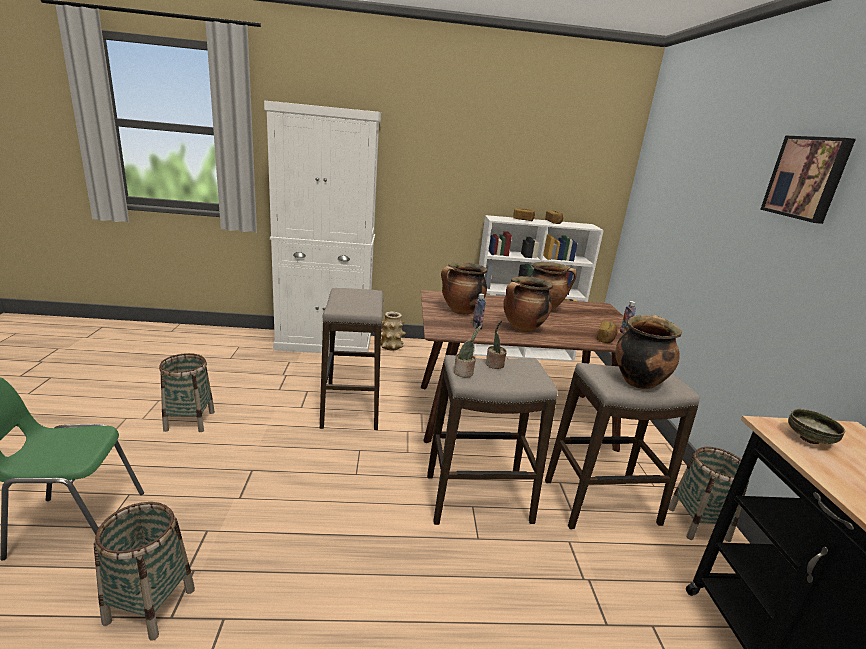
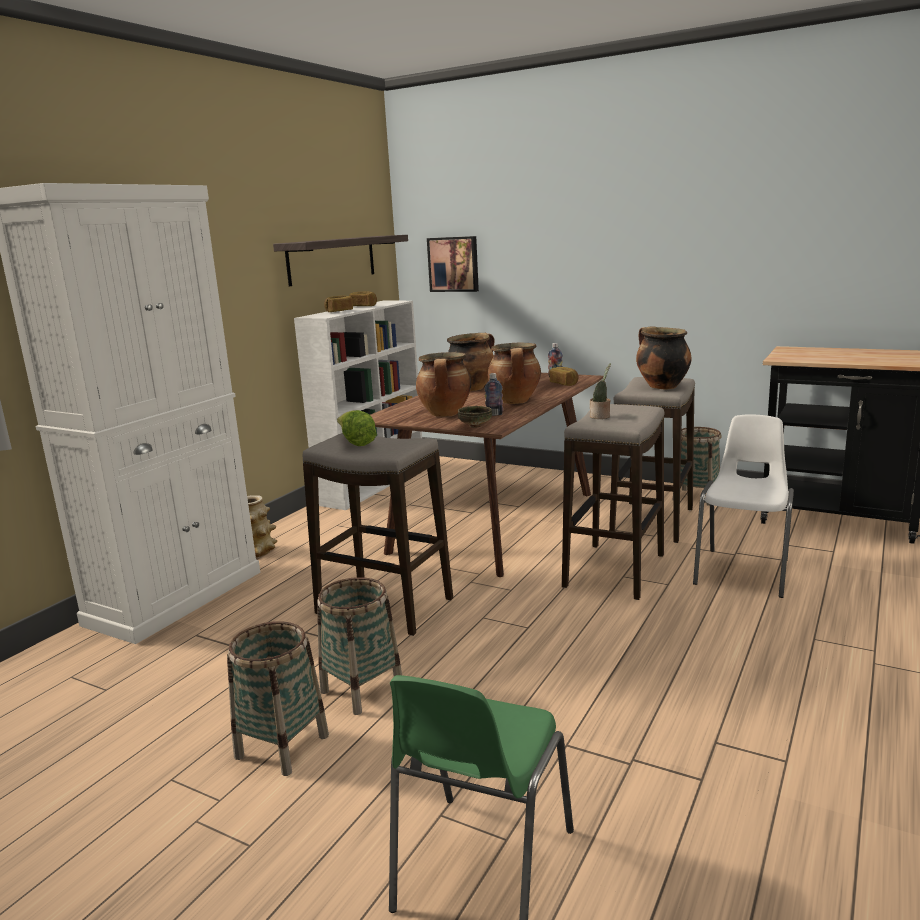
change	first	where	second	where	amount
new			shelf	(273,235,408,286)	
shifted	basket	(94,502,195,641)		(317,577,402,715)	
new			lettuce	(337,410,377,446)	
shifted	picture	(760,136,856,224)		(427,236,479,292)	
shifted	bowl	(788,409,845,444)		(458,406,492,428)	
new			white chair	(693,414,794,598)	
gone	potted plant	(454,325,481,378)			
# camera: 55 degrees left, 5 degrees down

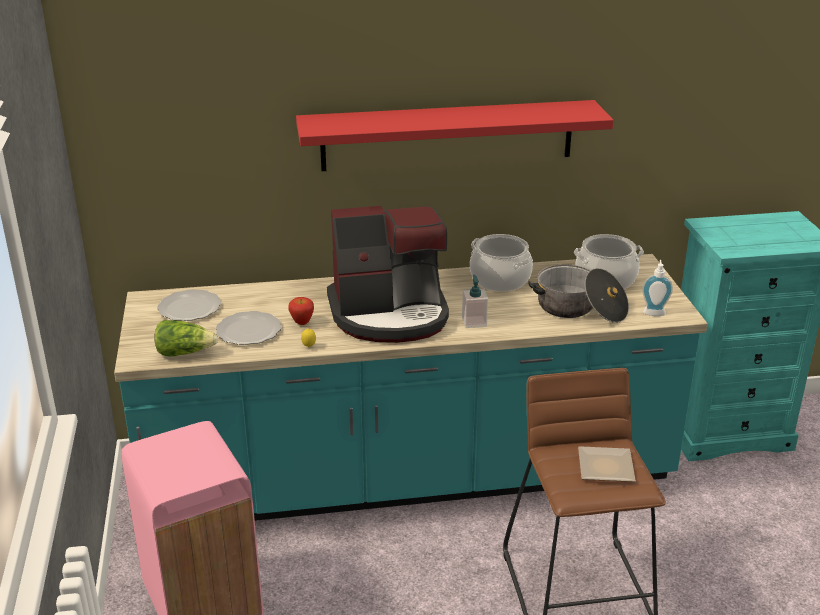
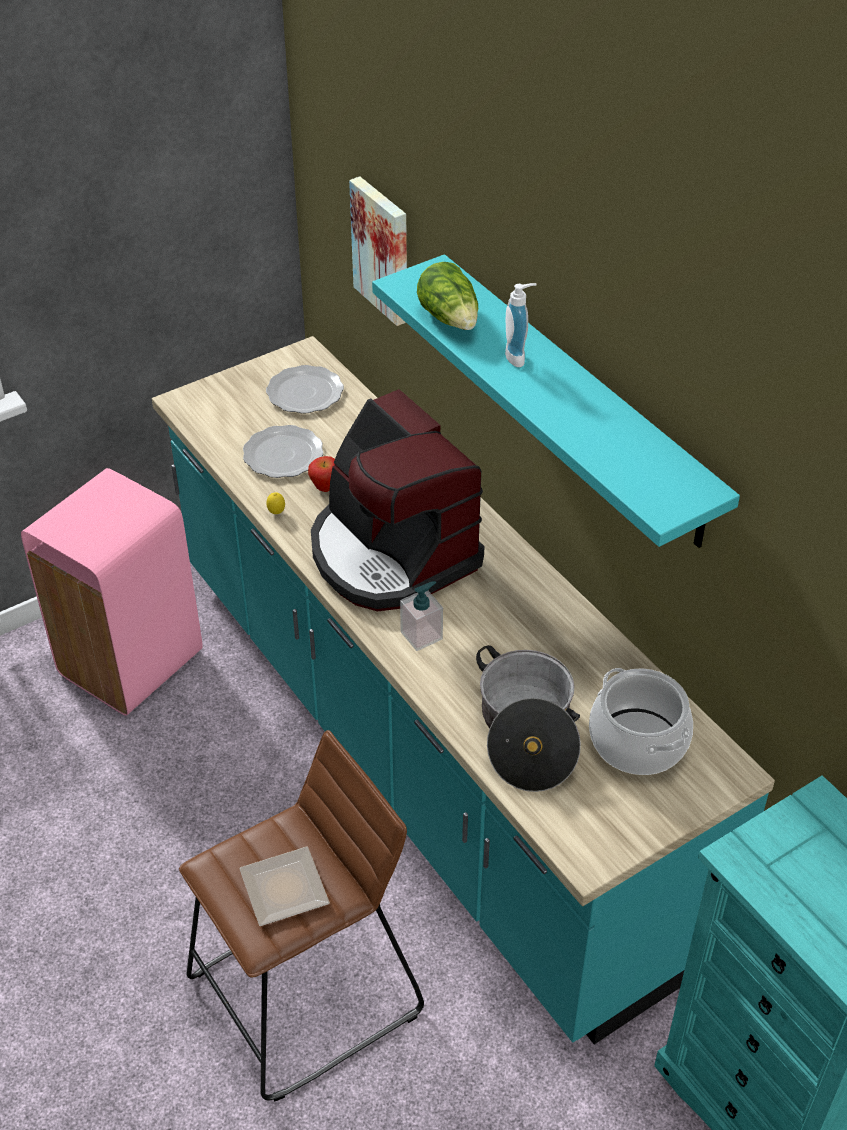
change	first	where	second	where	amount
new			picture	(349,176,407,326)	
repainted	red shelf	(296,100,613,171)	turquoise shelf	(372,254,740,548)	
shifted	lettuce	(154,320,218,356)		(417,262,478,330)	
shifted	soap dispenser	(642,260,673,316)		(505,283,537,367)	
gone	cooking pot	(470,234,533,291)			
# camera: 65 degrees right, 15 degrees up

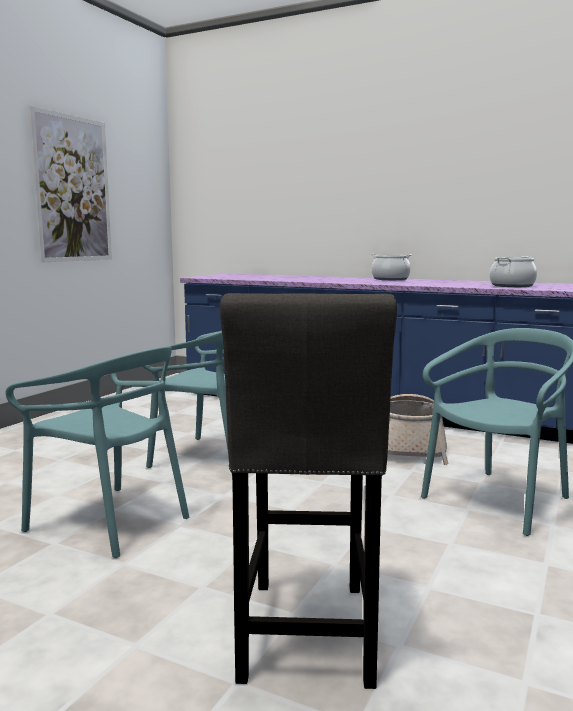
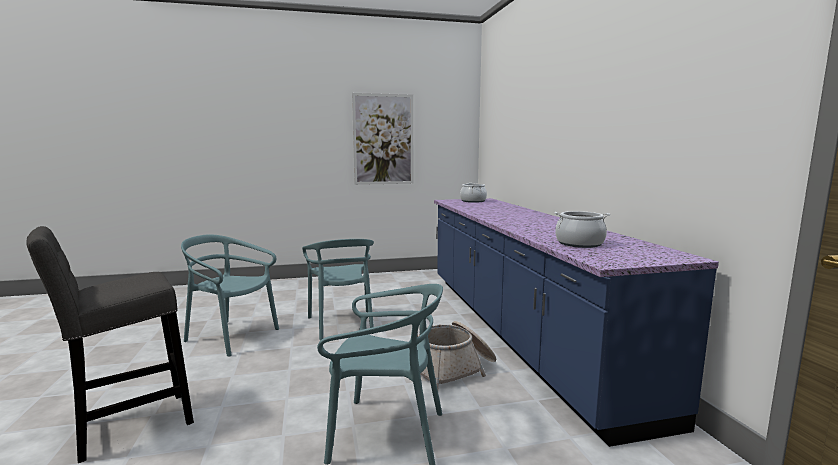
change	first	where	second	where	amount
rotated	turquoise chair	(5,347,189,558)		(181,235,279,357)	120 degrees clockwise
shifted	cooking pot	(371,254,412,280)		(460,183,487,203)	
# camera: 50 degrees right, 0 degrees up

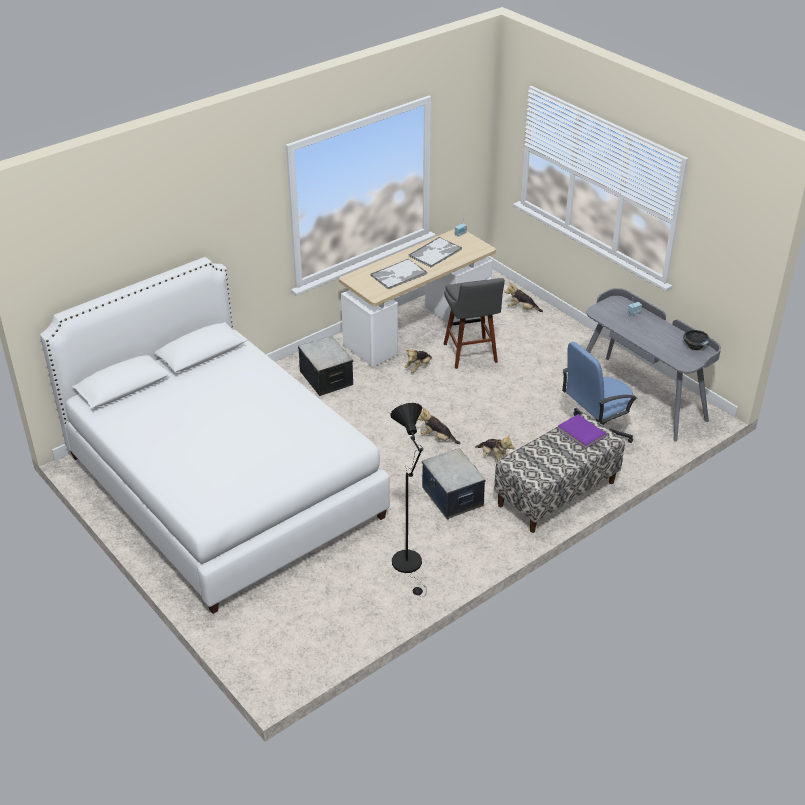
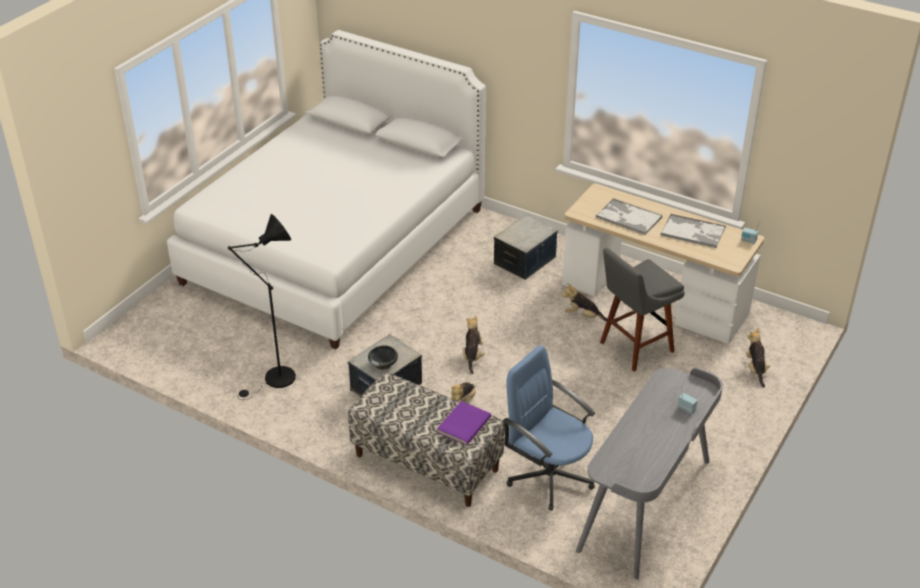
change	first	where	second	where	amount
shifted	black bowl	(684,330,710,350)		(368,345,398,370)	
# camera: 70 degrees right, 0 degrees up

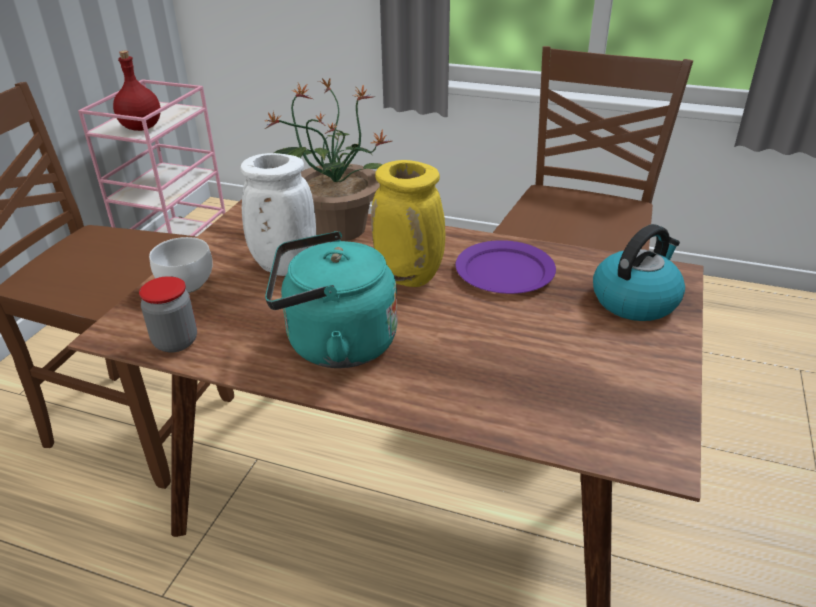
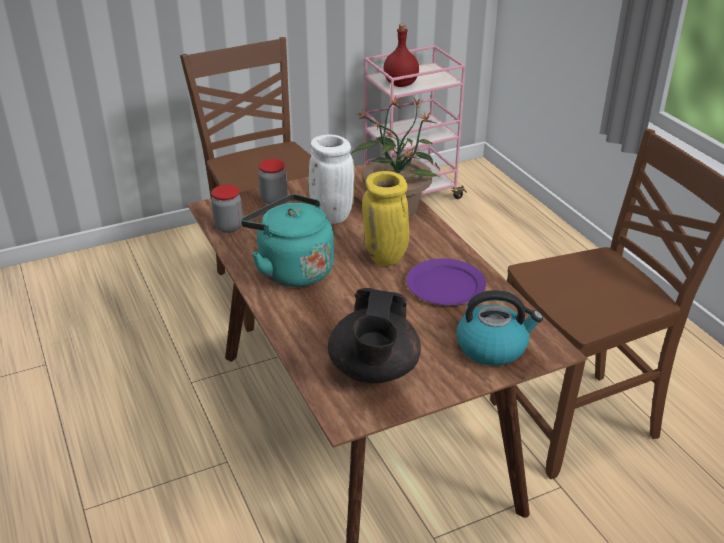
change	first	where	second	where	amount
swapped	white bowl	(149,237,213,293)	jar	(258,159,288,204)	
new			black teapot	(328,288,421,384)	
# camera: 45 degrees right, 0 degrees up

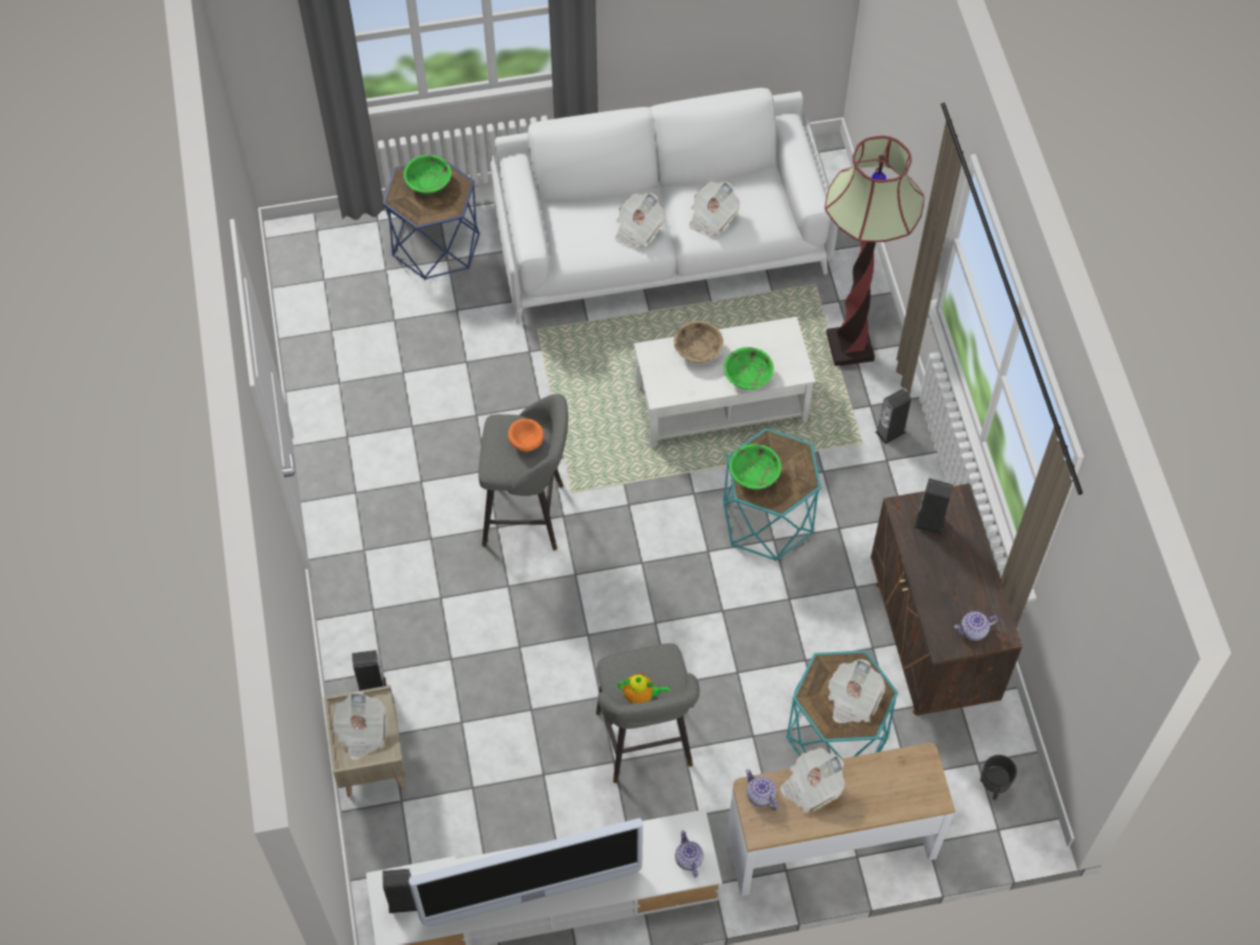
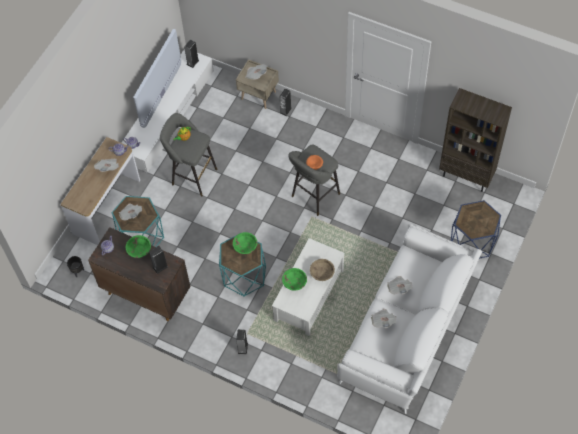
change	first	where	second	where	amount
shifted	green bowl	(404,155,451,194)		(126,235,151,258)	
new			brown bookcase	(439,88,512,192)	
gone	floor lamp	(825,136,925,366)			
# camera: 130 degrees right, 0 degrees up

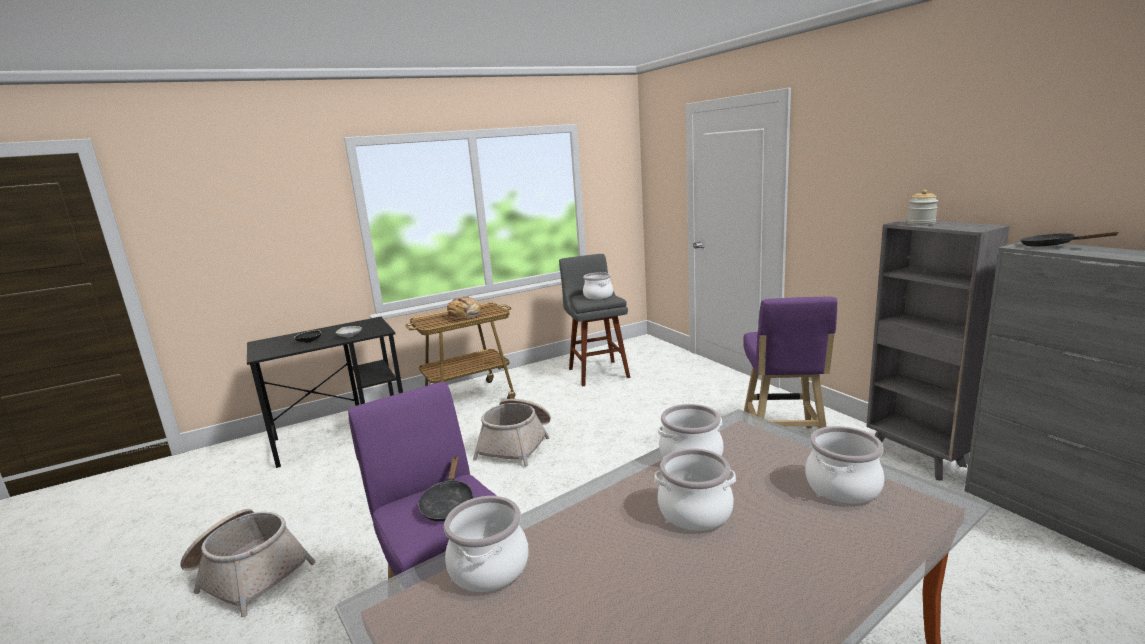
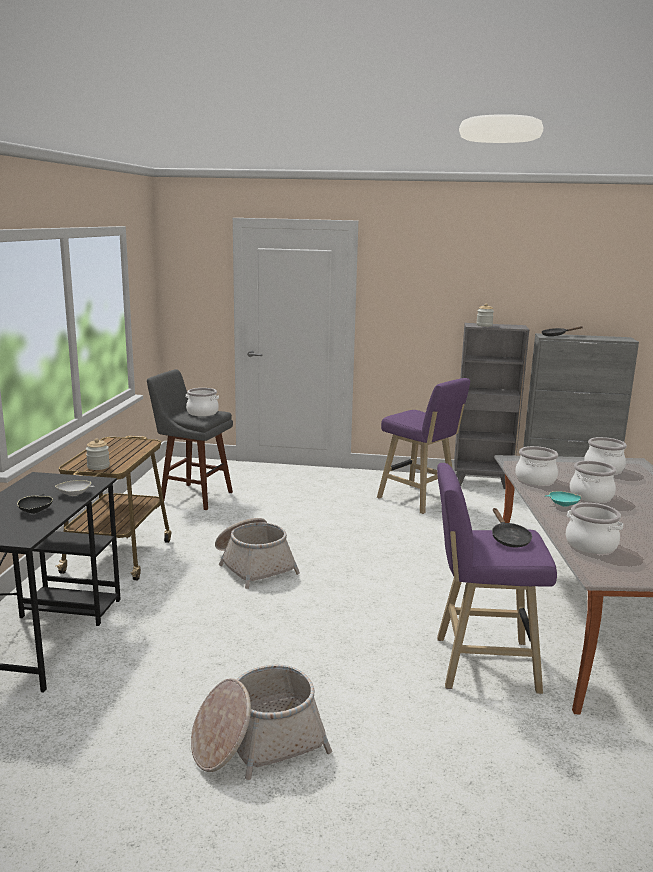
change	first	where	second	where	amount
new			jar	(86,438,110,470)	
rotated	black frying pan	(418,456,474,522)		(492,508,532,547)	45 degrees clockwise
new			turquoise bowl	(545,491,582,507)	
gone	bread	(444,296,481,319)			
# camera: 55 degrees left, 0 degrees up

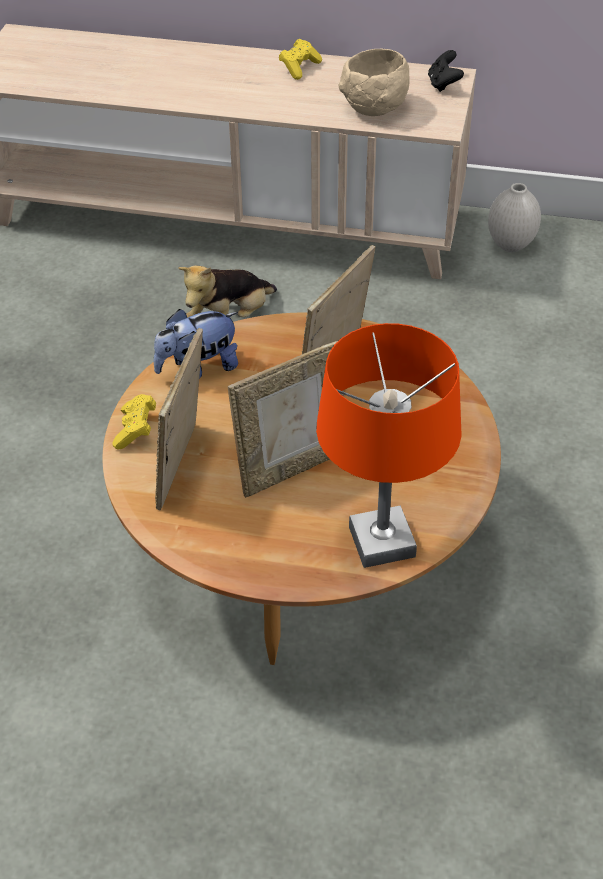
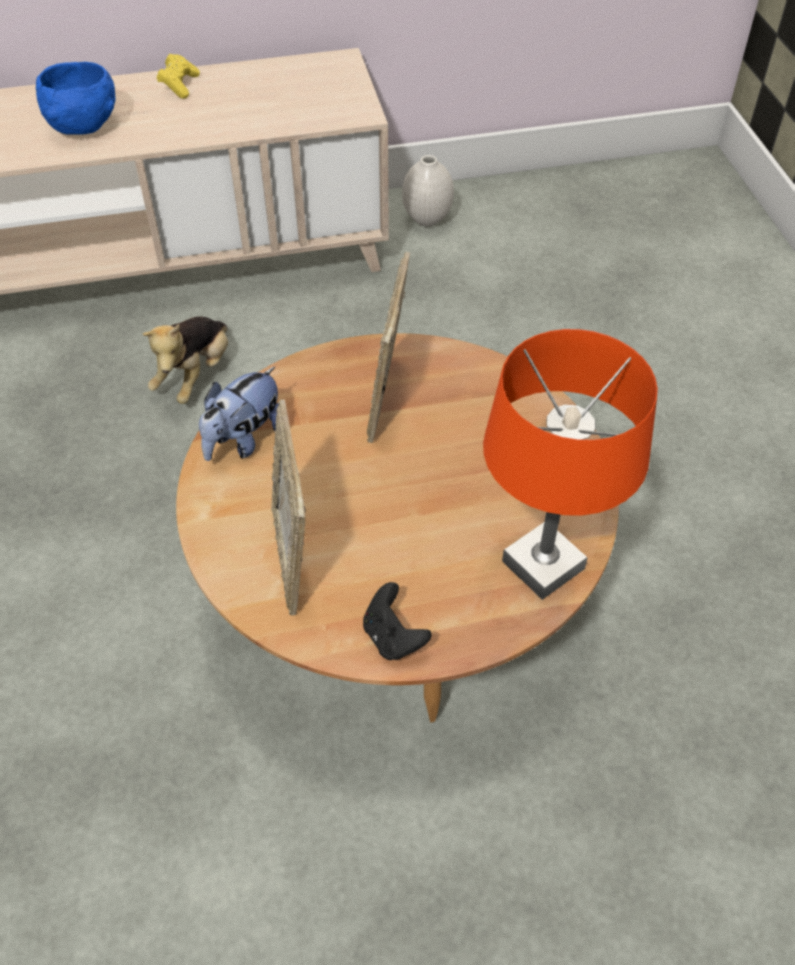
change	first	where	second	where	amount
new			blue bowl	(36,62,116,135)	
shifted	black game controller	(428,50,464,92)		(363,582,432,660)	
gone	yellow game controller	(112,394,156,450)			
gone	picture frame	(228,341,344,498)			
gone	beige bowl	(338,49,410,116)			
# camera: 25 degrees left, 5 degrees up

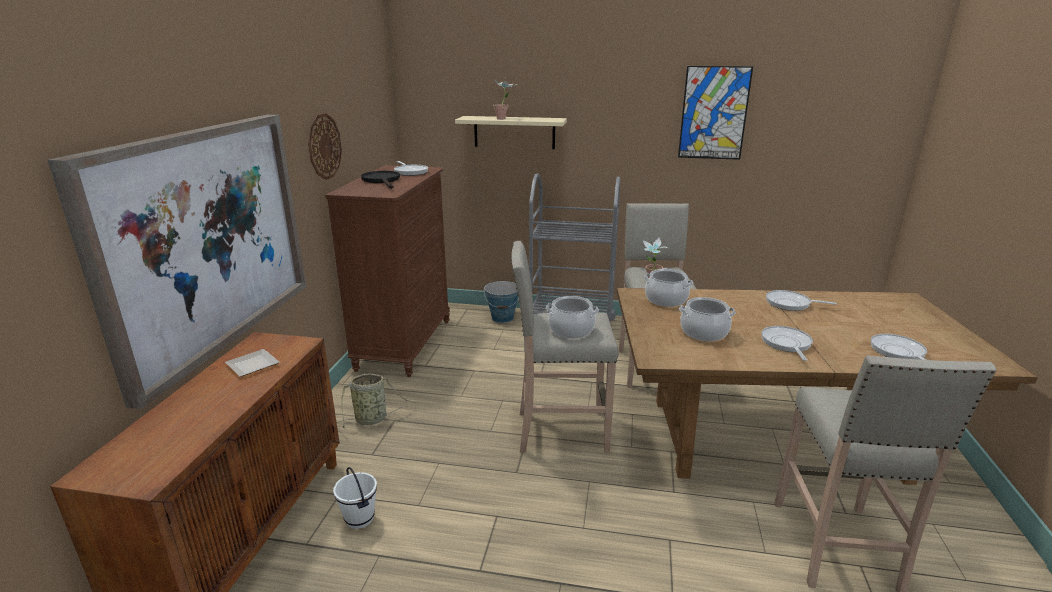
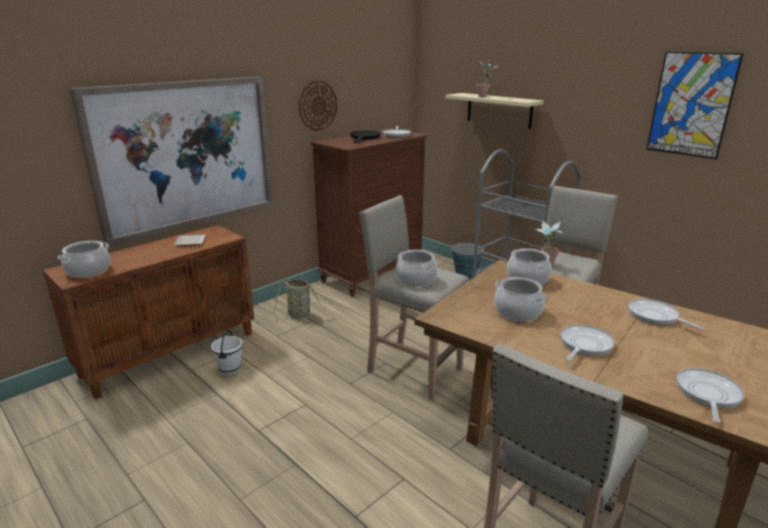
change	first	where	second	where	amount
new			cooking pot	(58,241,110,278)	
# camera: 35 degrees right, 0 degrees up

